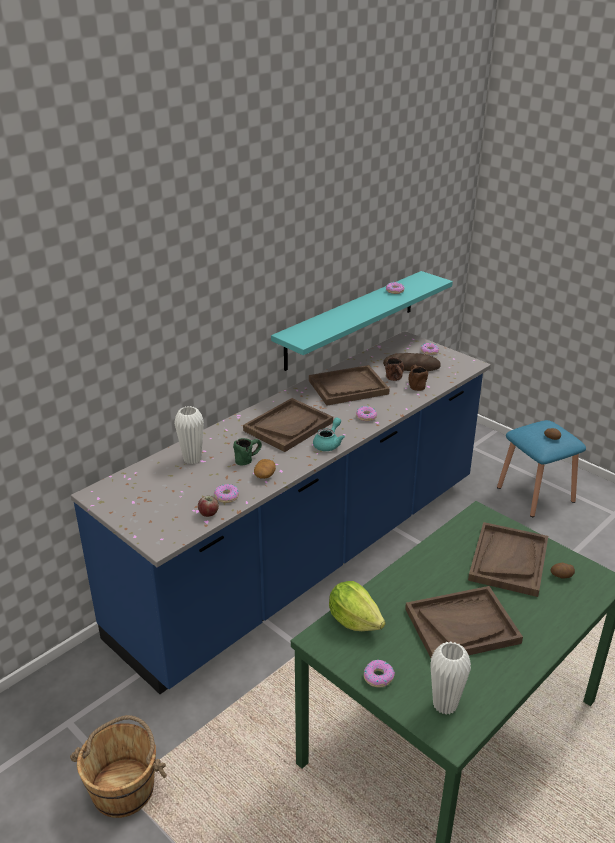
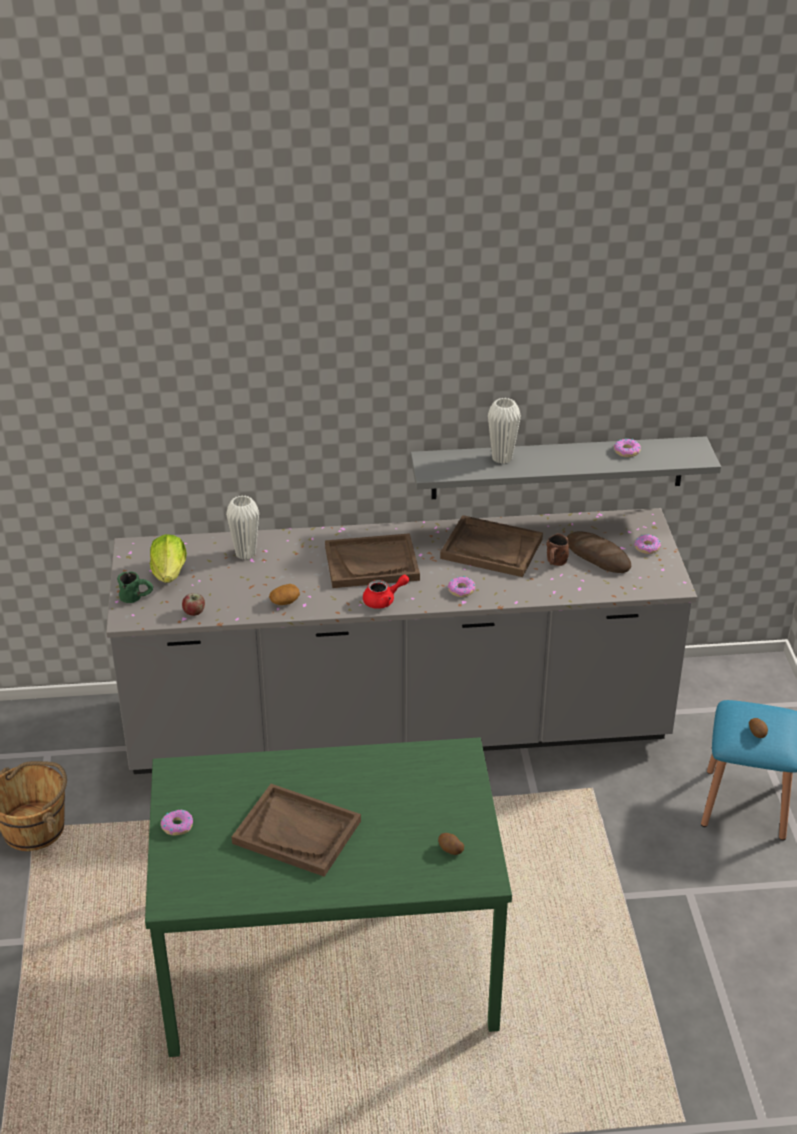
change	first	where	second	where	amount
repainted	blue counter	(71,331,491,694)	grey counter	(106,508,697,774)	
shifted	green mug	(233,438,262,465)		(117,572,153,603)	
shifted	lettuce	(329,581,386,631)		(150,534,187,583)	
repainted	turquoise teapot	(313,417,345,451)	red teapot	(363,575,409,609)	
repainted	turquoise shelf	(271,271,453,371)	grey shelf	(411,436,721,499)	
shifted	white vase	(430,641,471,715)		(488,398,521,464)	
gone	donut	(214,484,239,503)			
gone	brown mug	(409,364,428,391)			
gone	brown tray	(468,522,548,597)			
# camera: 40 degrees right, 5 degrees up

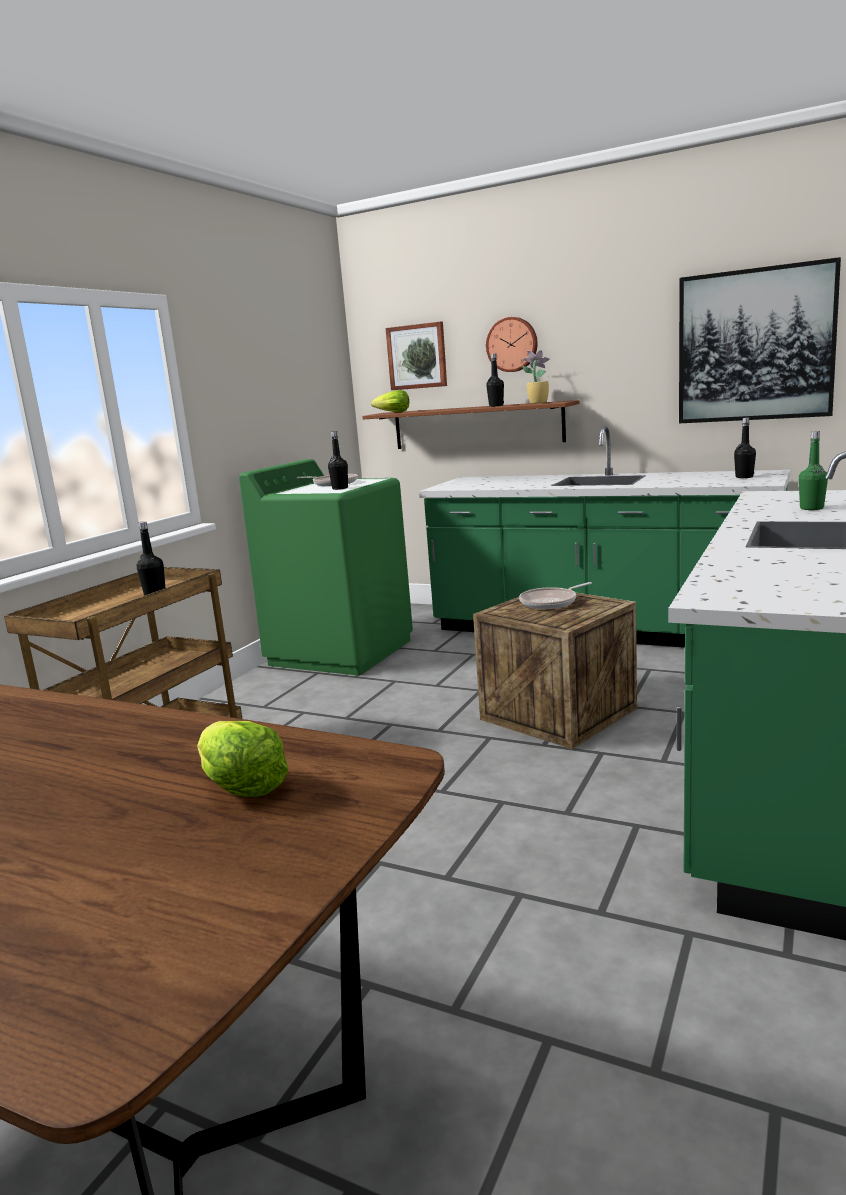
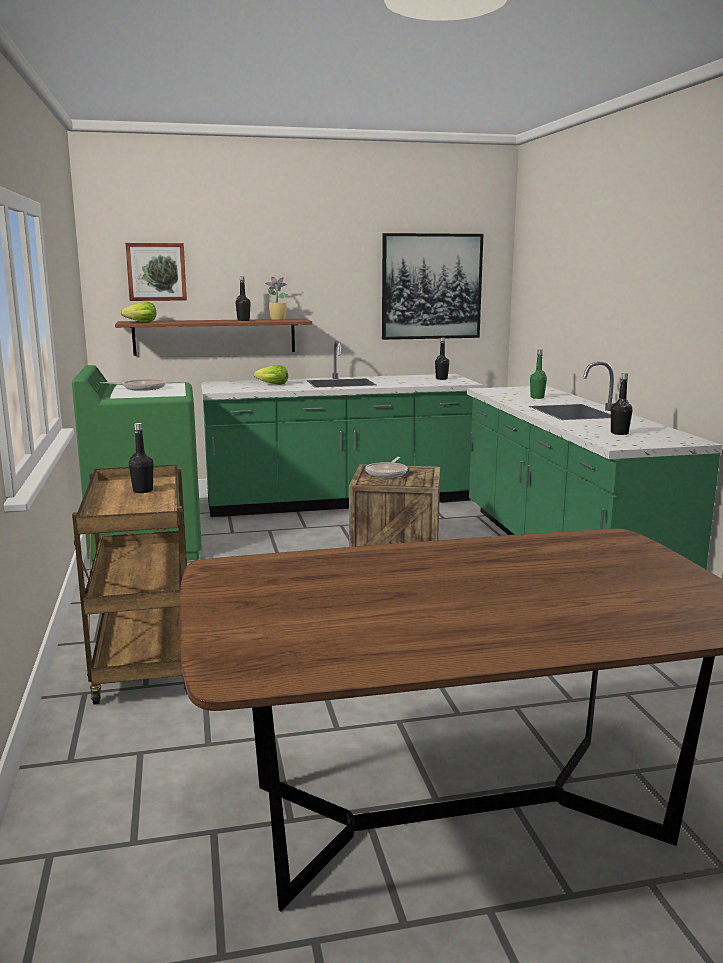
change	first	where	second	where	amount
shifted	lettuce	(197,721,288,797)		(254,365,288,385)	
shifted	black bottle	(328,431,348,490)		(611,373,633,435)	
gone	wall clock	(486,317,538,372)			
# camera: 40 degrees left, 0 degrees up

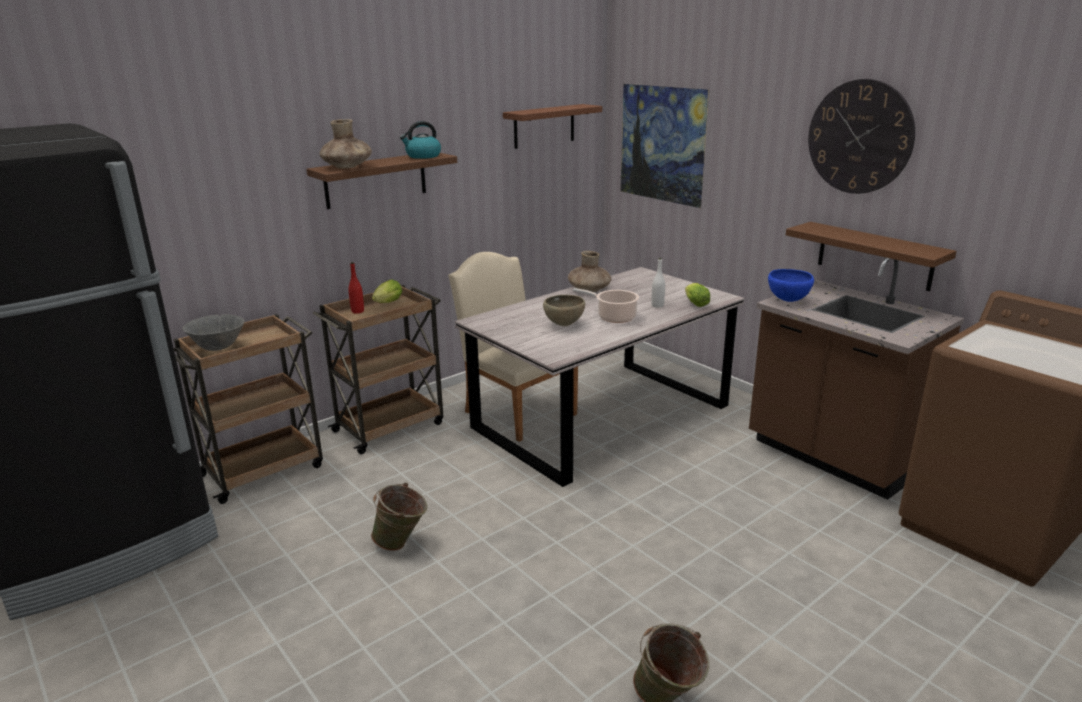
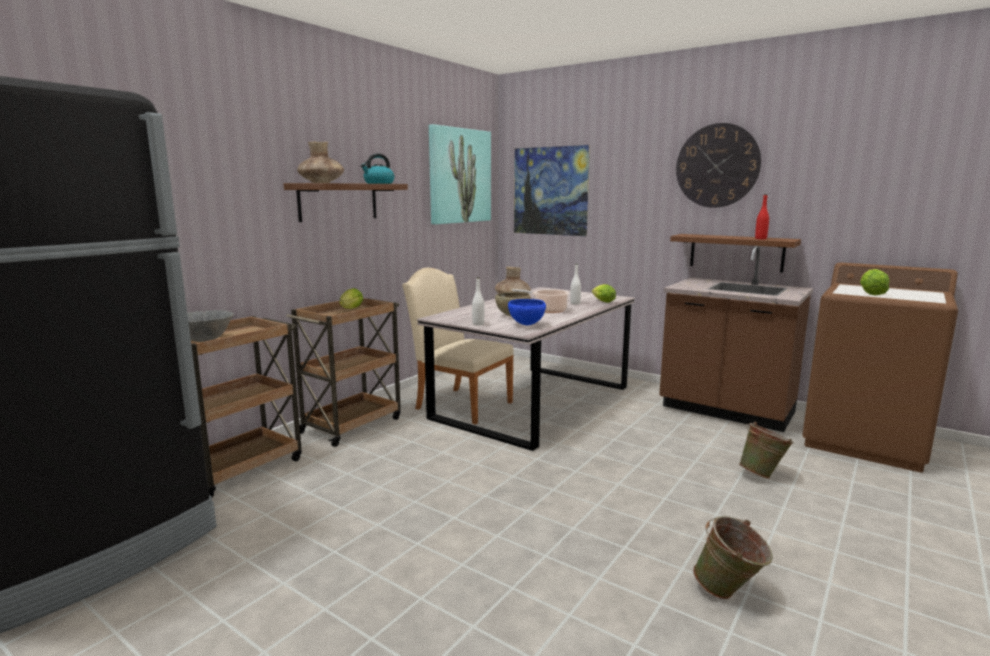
change	first	where	second	where	amount
swapped	brown shelf	(503,104,602,149)	picture	(429,124,491,224)	
new			white bottle	(472,277,484,325)	
shifted	blue bowl	(768,269,814,302)		(508,299,546,325)	
shifted	green bucket	(371,482,427,551)		(739,421,794,479)	
shifted	red bottle	(349,262,364,314)		(755,194,769,239)	
new			lettuce	(860,269,889,295)	
# camera: 15 degrees left, 10 degrees down

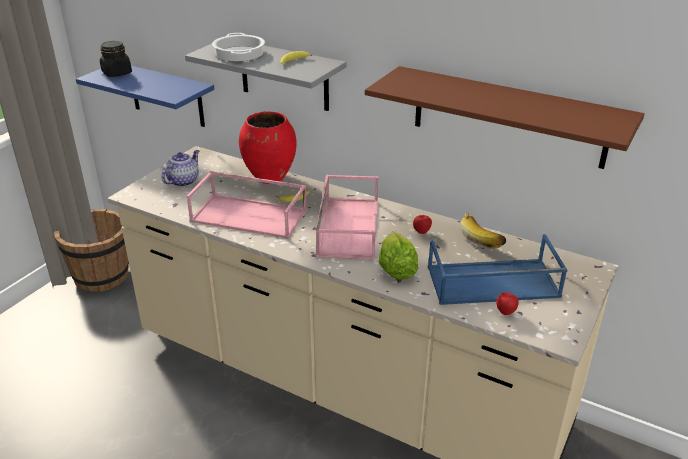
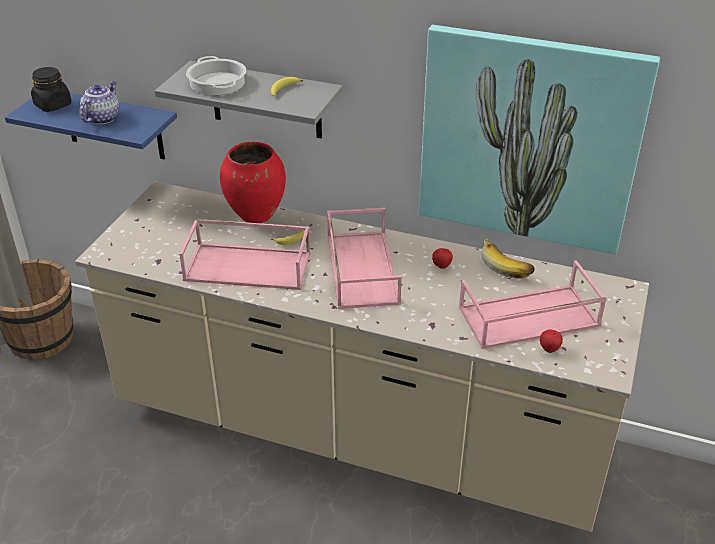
change	first	where	second	where	amount
shifted	teapot	(162,150,199,187)		(80,81,119,125)	
swapped	brown shelf	(365,66,644,169)	picture	(419,25,660,254)	
repainted	blue tray	(428,234,568,305)	pink tray	(459,260,607,349)	
gone	lettuce	(379,232,418,280)			
# camera: 10 degrees left, 5 degrees up

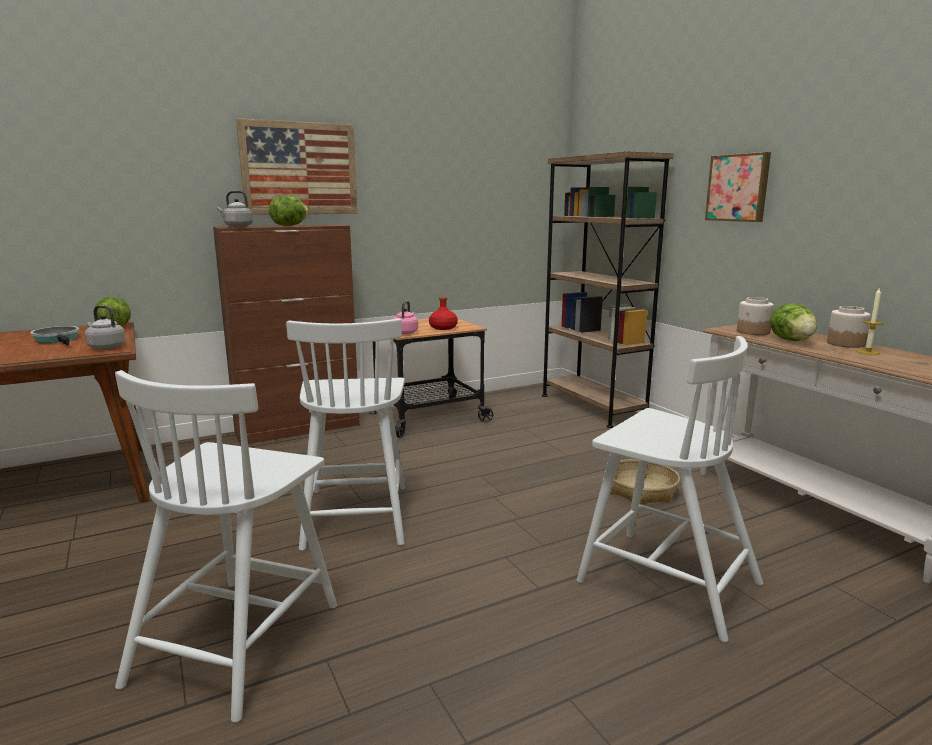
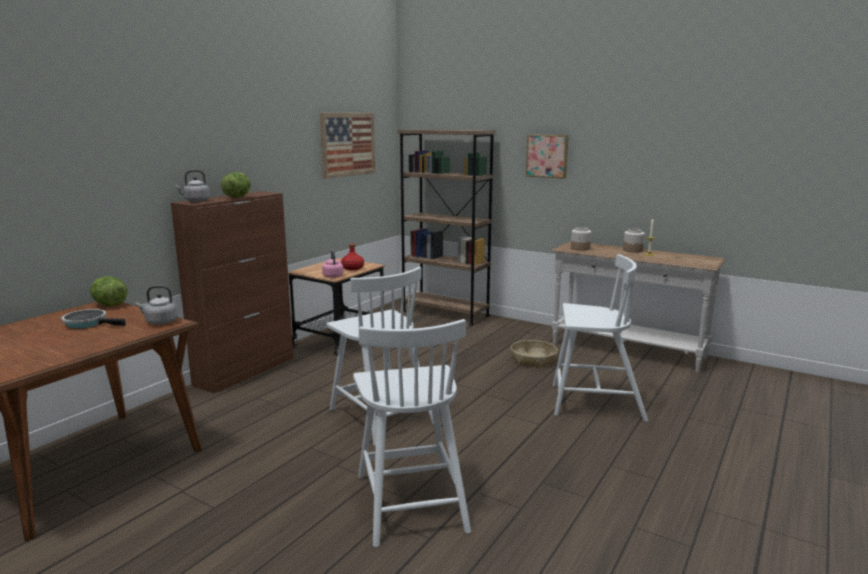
change	first	where	second	where	amount
shifted	picture	(236,118,358,215)		(319,112,375,179)	
gone	lettuce	(770,303,817,341)			
# camera: 30 degrees left, 0 degrees up

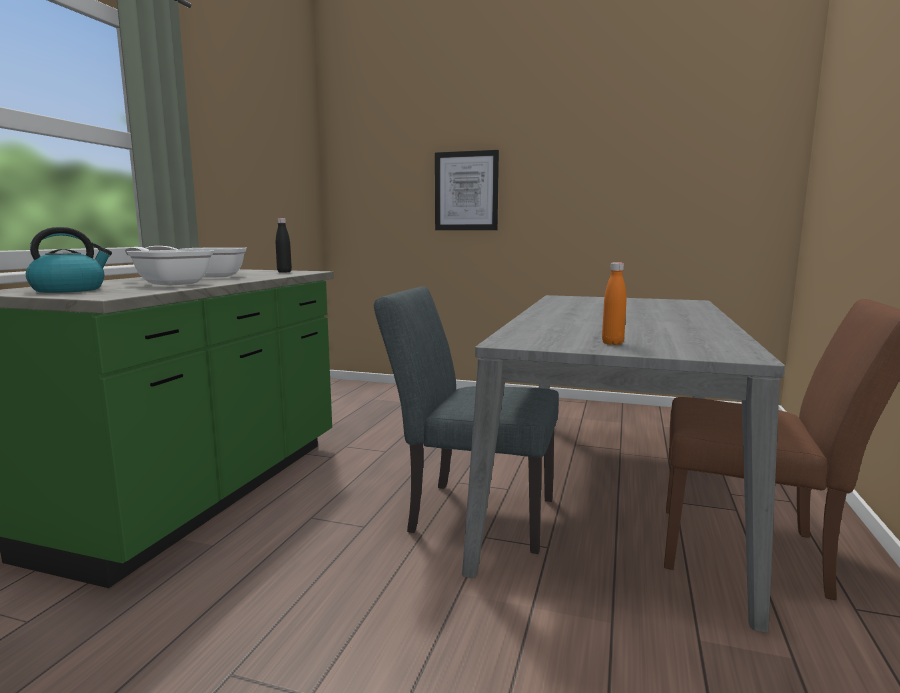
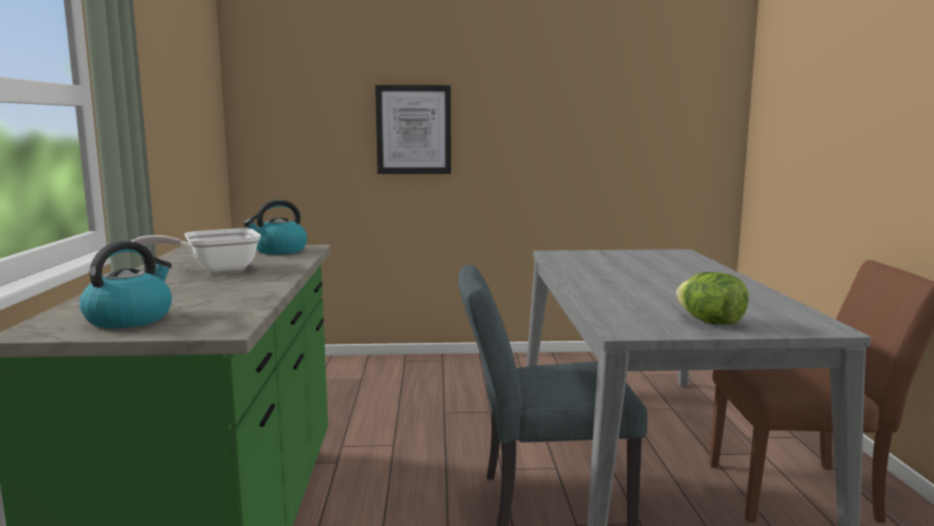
change	first	where	second	where	amount
swapped	black bottle	(276,218,292,272)	kettle	(243,200,307,254)	
swapped	orange bottle	(602,262,626,345)	lettuce	(676,272,749,325)	
gone	frying pan	(125,247,214,286)			
# camera: 20 degrees left, 0 degrees up

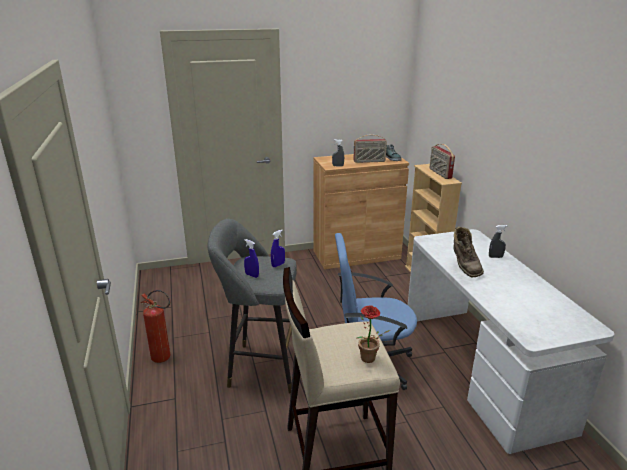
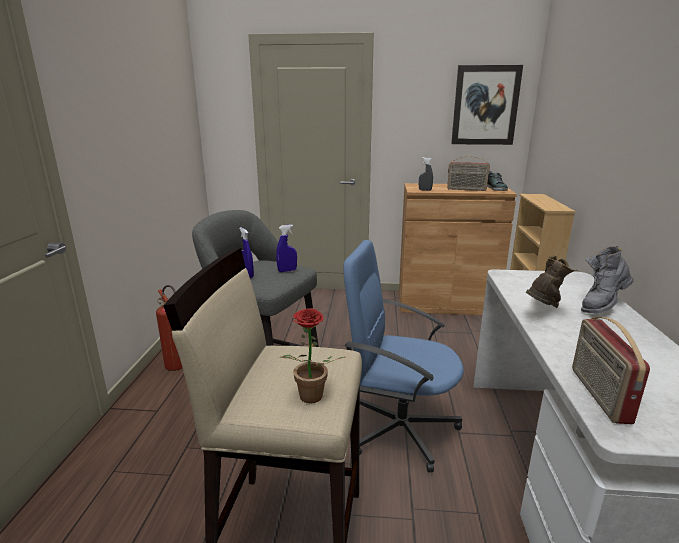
change	first	where	second	where	amount
new			picture	(451,65,523,145)	
rotated	brown boot	(453,226,484,277)		(526,255,578,308)	150 degrees counterclockwise
shifted	radio	(430,144,455,179)		(572,317,650,424)	
swapped	grey spray bottle	(489,225,507,258)	grey boot	(581,245,634,313)	
# camera: 20 degrees right, 5 degrees down

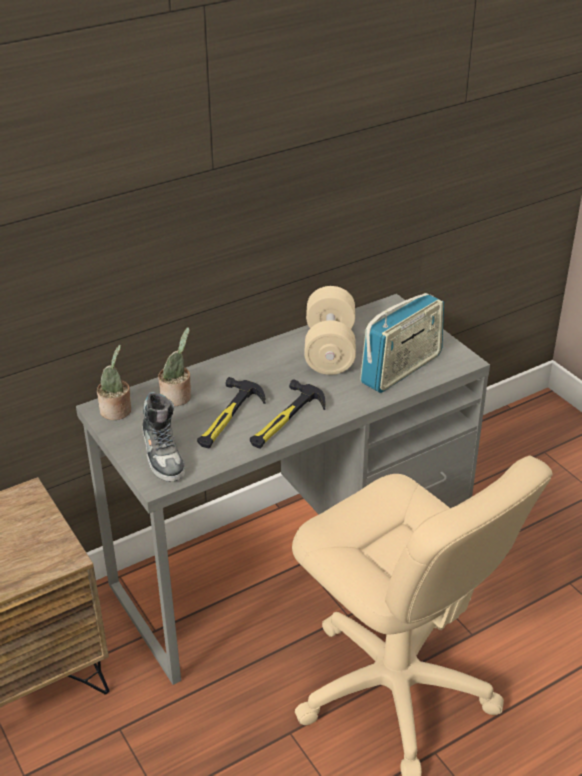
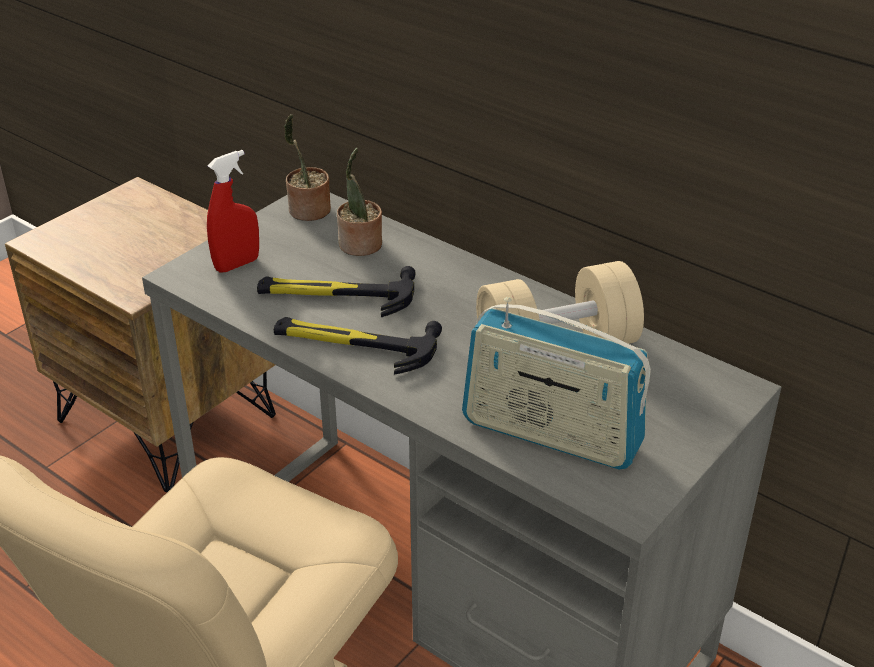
change	first	where	second	where	amount
swapped	shoe	(142,392,185,482)	red spray bottle	(207,150,259,273)	
# camera: 70 degrees right, 0 degrees up

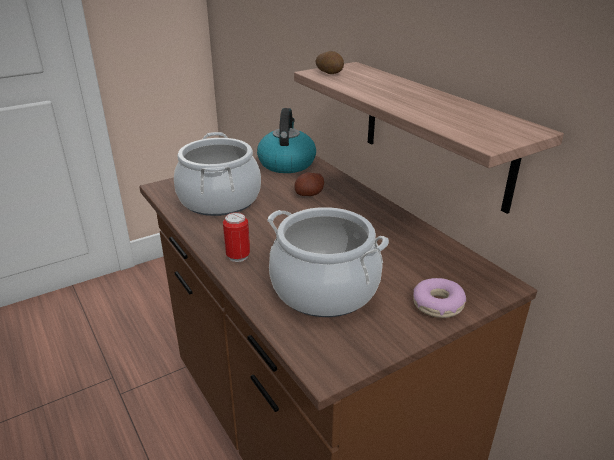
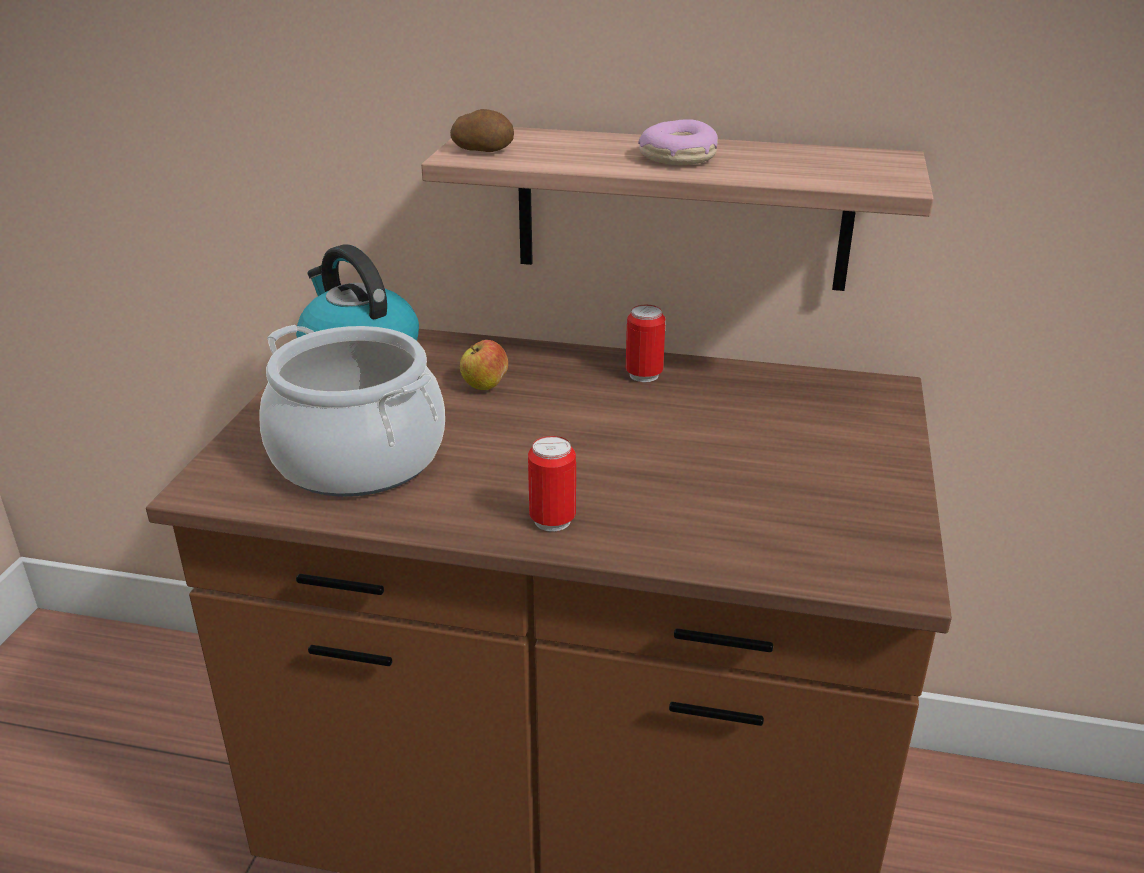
change	first	where	second	where	amount
swapped	potato	(294,172,324,196)	apple	(460,340,508,390)	
new			can	(626,305,665,382)	
shifted	donut	(413,278,466,318)		(638,119,718,165)	
gone	cooking pot	(267,207,389,317)			
# camera: 45 degrees left, 0 degrees up

